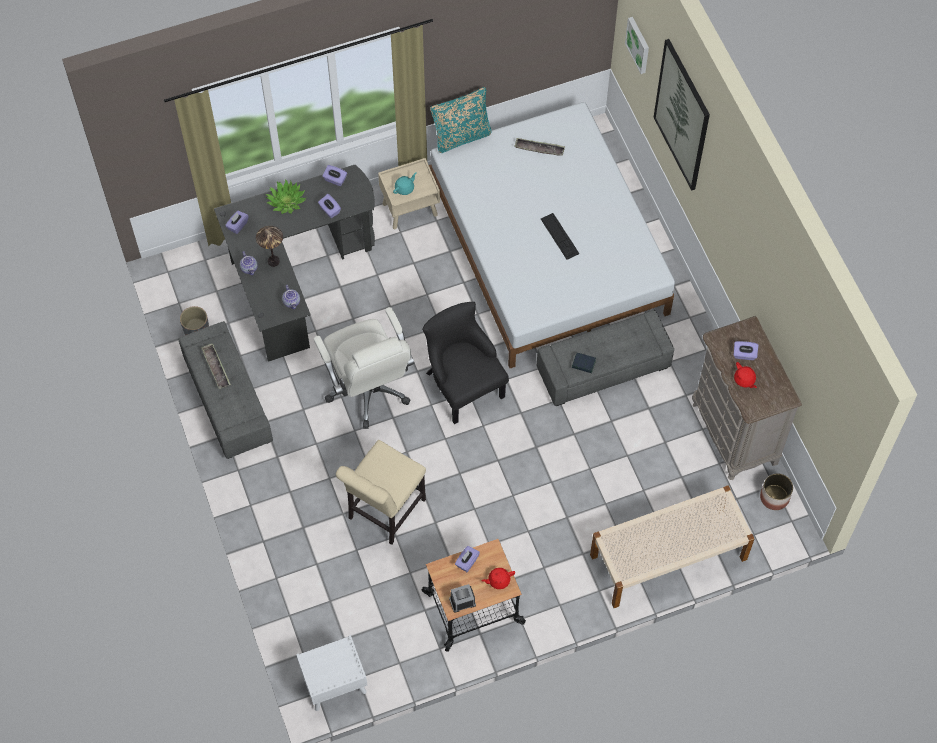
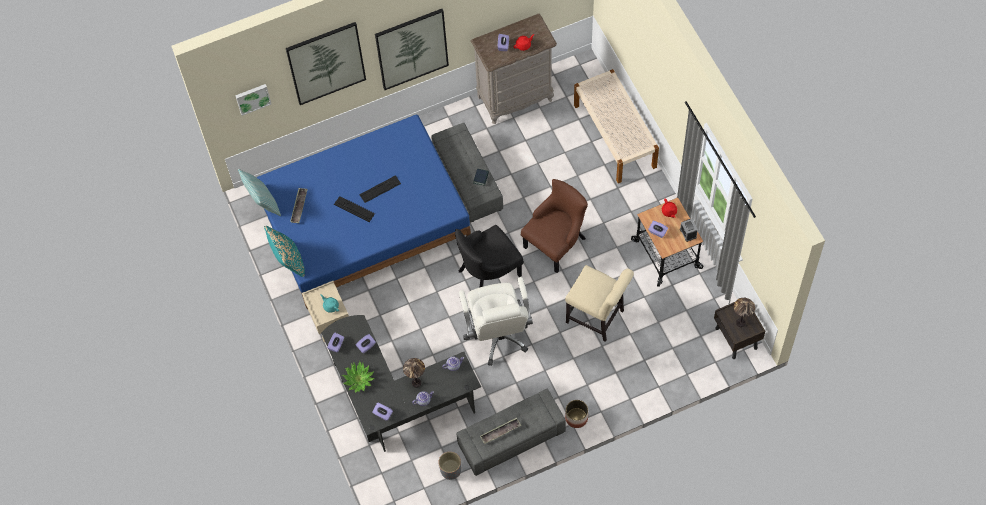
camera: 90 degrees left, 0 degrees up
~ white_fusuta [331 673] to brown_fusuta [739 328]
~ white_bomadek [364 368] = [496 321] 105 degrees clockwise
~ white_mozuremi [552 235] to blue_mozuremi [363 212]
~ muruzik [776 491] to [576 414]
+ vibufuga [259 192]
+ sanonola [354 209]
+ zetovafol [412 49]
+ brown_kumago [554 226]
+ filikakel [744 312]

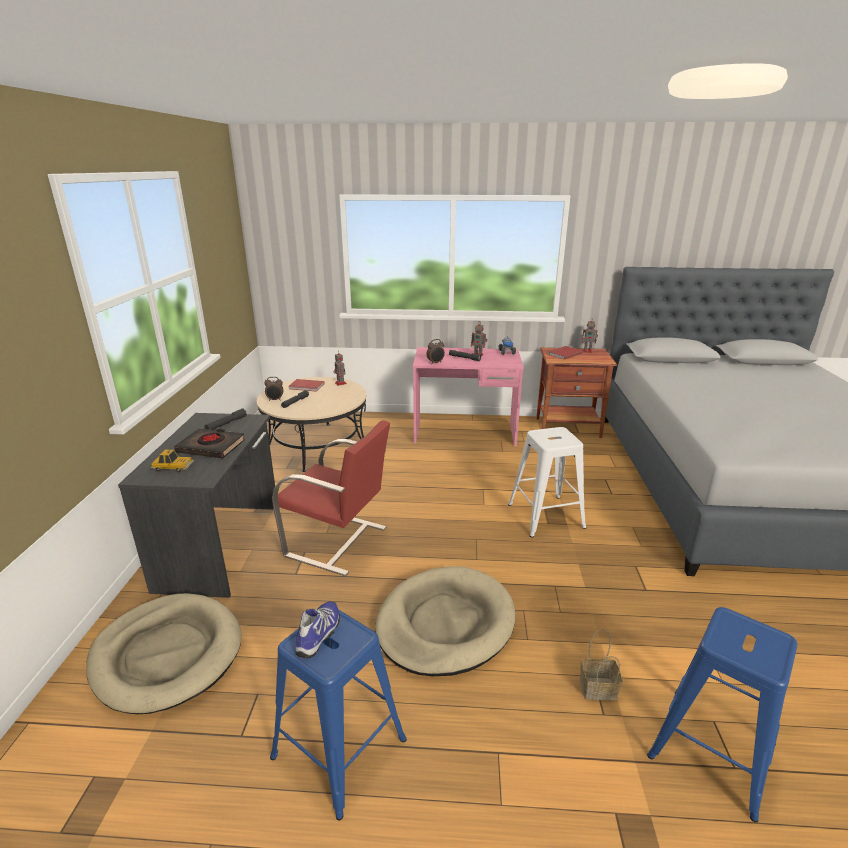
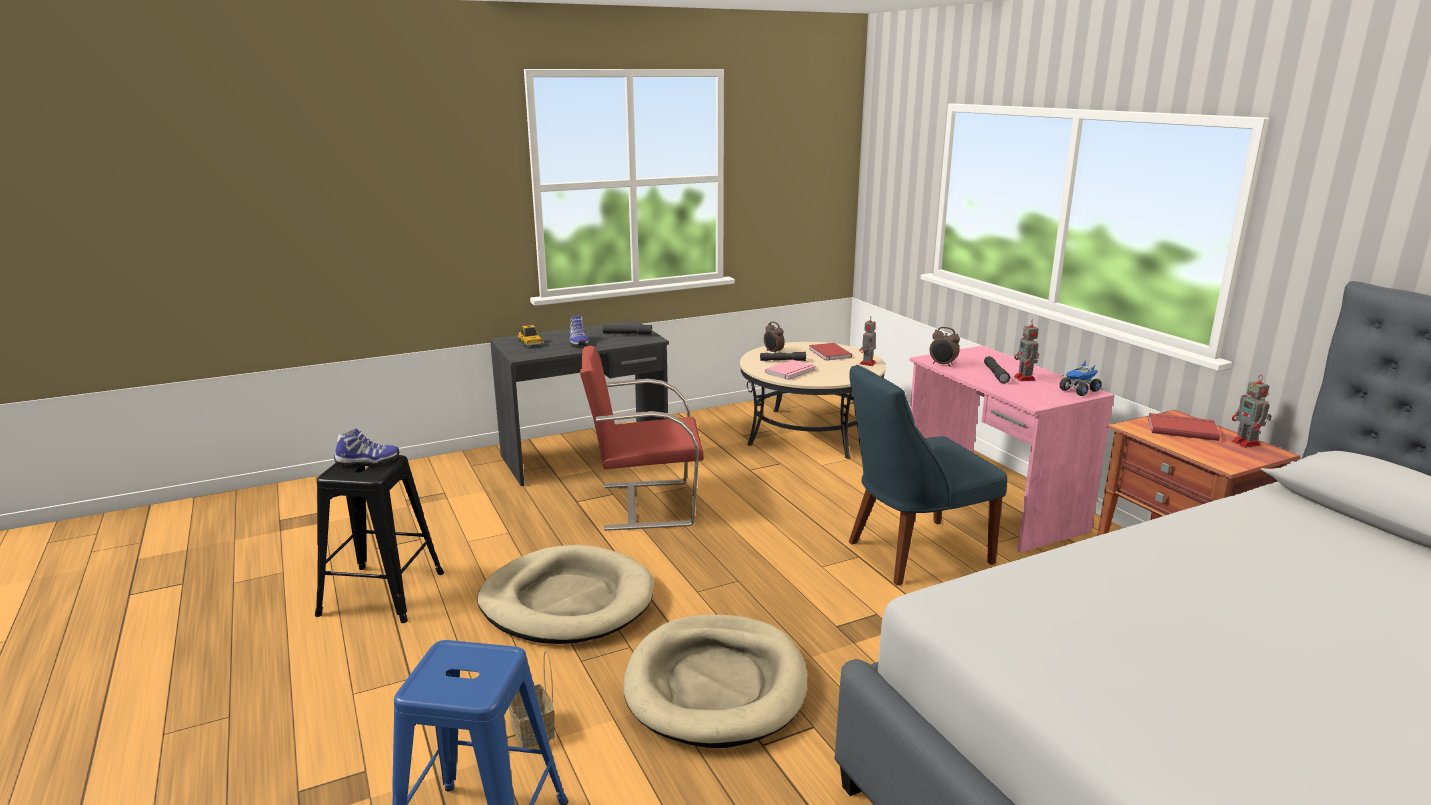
camera: 60 degrees right, 5 degrees down
~ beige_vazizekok [164 653] to [715 681]
~ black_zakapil [209 443] to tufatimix [579 331]
~ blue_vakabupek [338 715] to black_vakabupek [379 539]
~ red_kumago [331 498] = [642 438] 90 degrees clockwise
- white_vakabupek [547 482]
+ pink_zakapil [790 370]
+ blue_kumago [928 475]

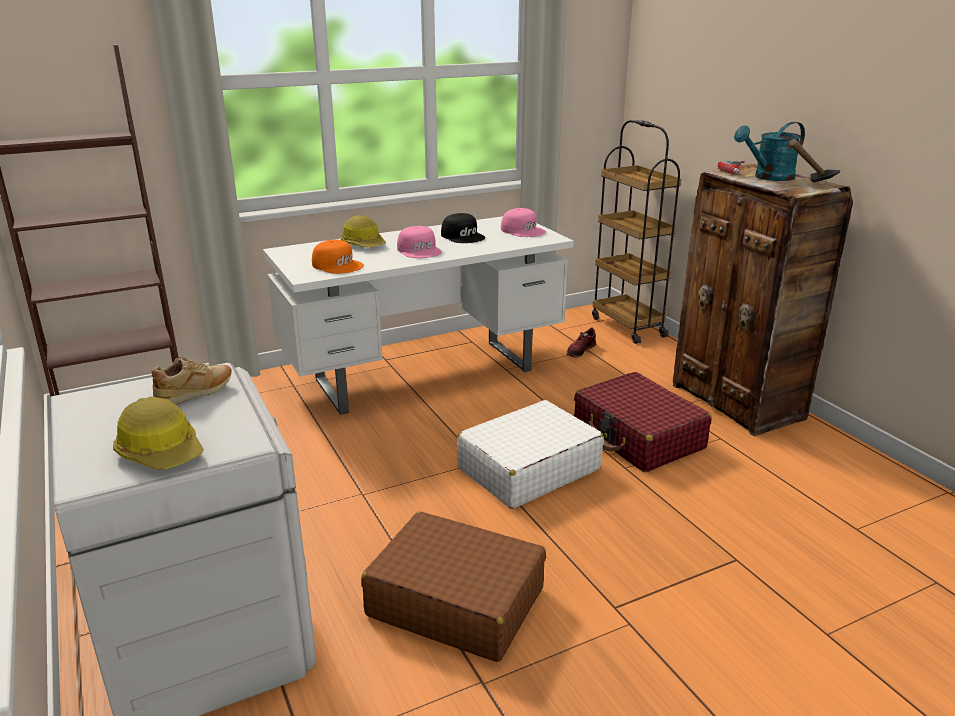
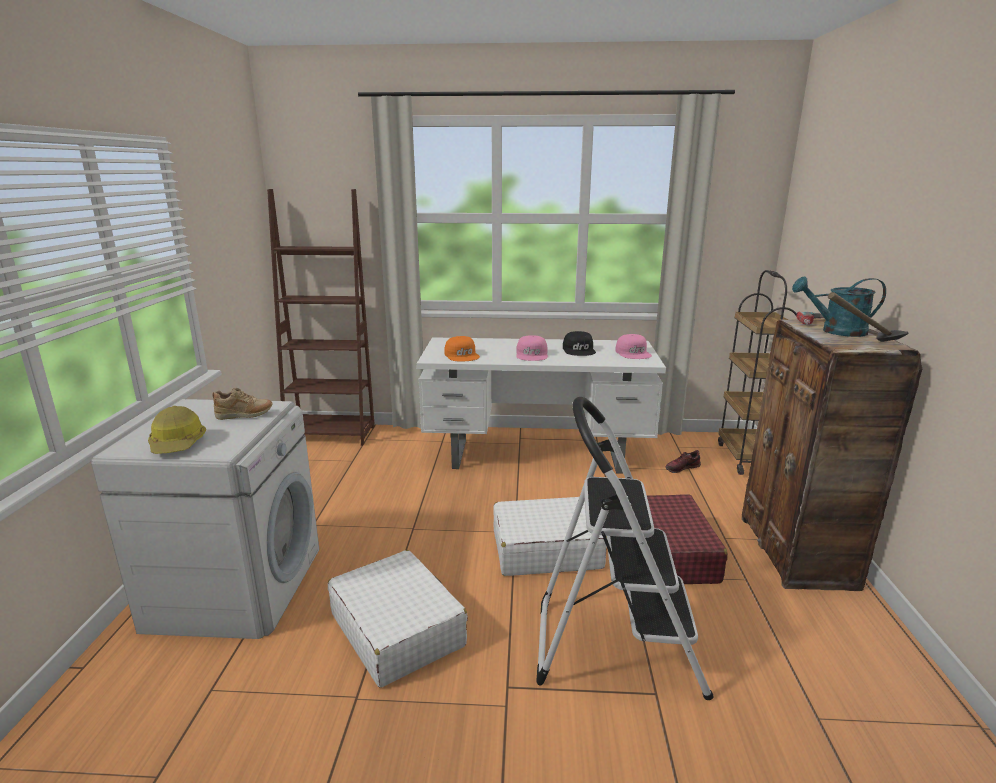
camera: 30 degrees right, 5 degrees down
- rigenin [363 231]
~ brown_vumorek [453 586] to white_vumorek [398 619]
+ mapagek [625 548]

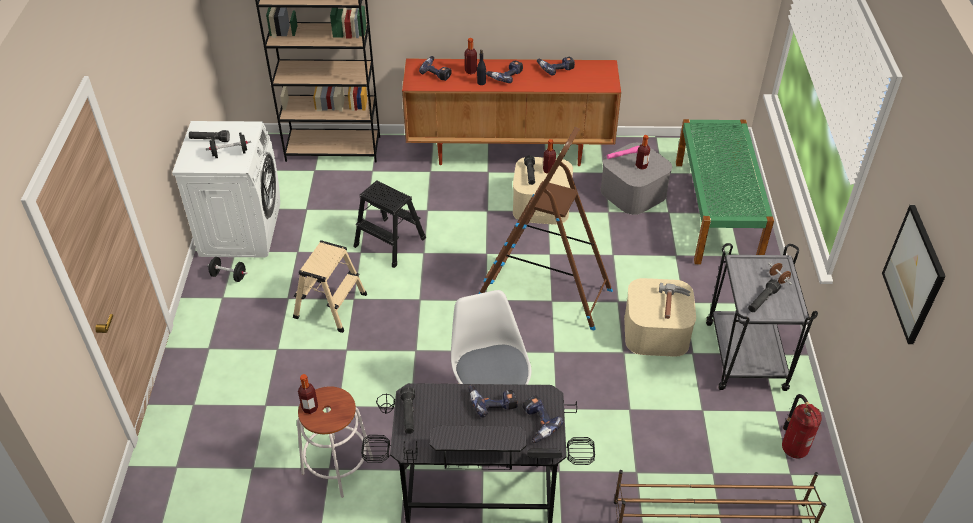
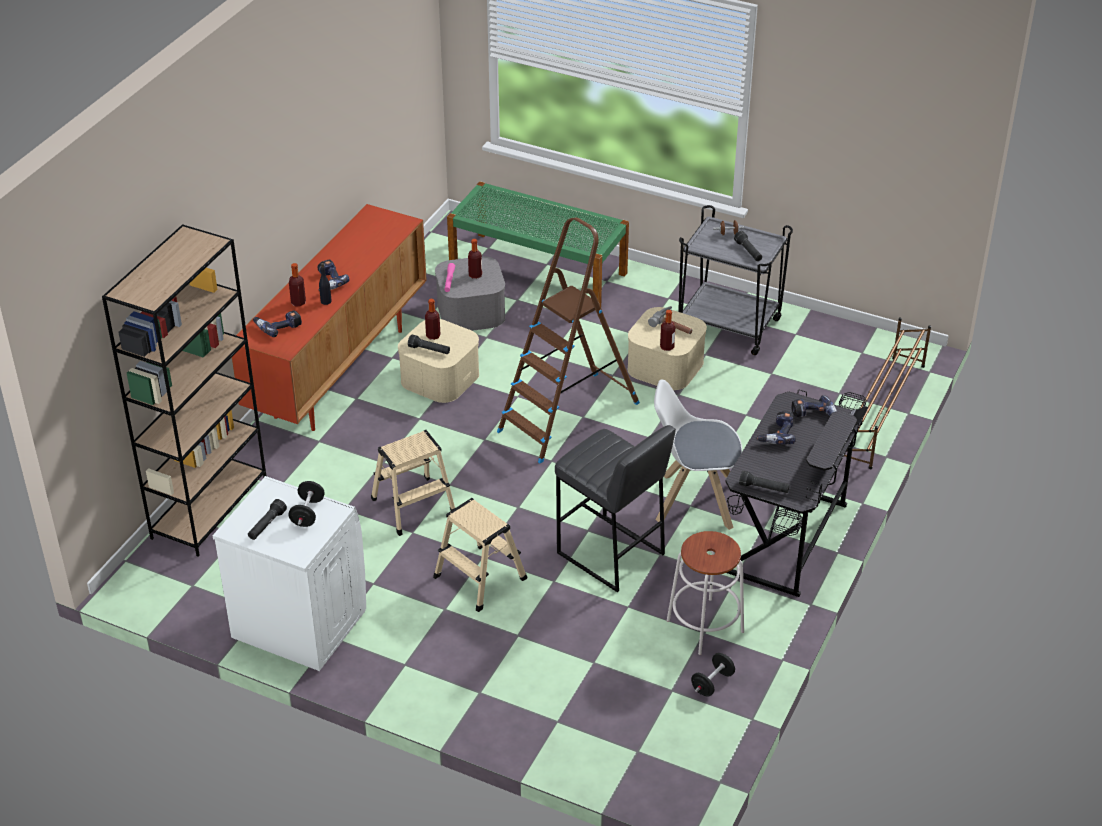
camera: 65 degrees left, 5 degrees down
~ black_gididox [227 269] to [713 674]
~ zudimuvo [308 394] to [667 330]
~ black_mapagek [390 224] to beige_mapagek [413 483]
- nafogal [556 66]
- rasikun [802 426]
- zetovafol [914 274]
+ grey_vakabupek [615 508]

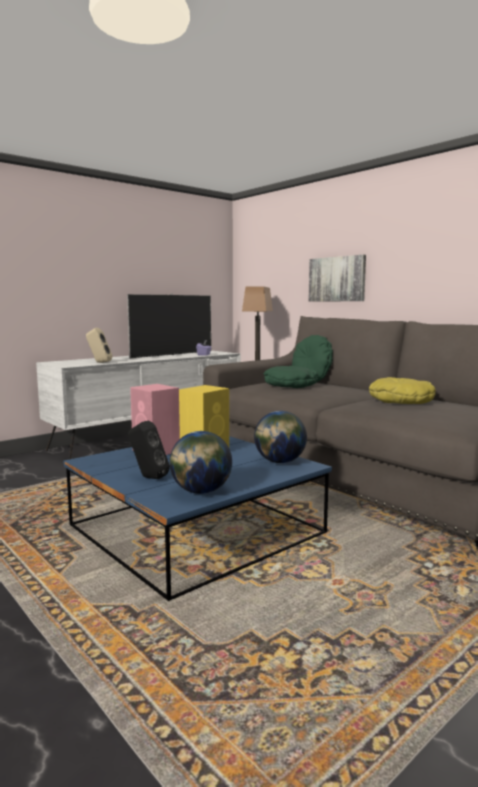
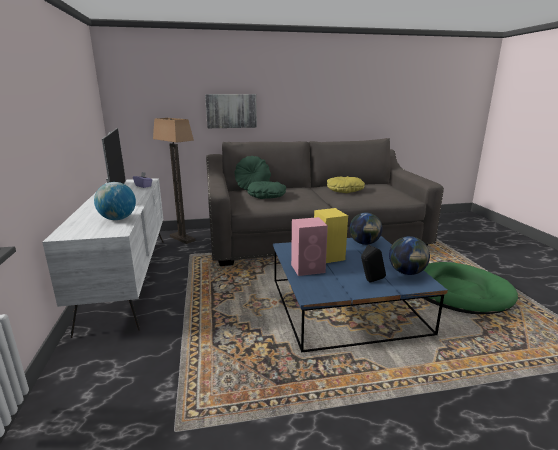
camera: 60 degrees left, 10 degrees up
~ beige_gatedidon [99 345] to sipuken [115 201]
+ green_vazizekok [470 288]

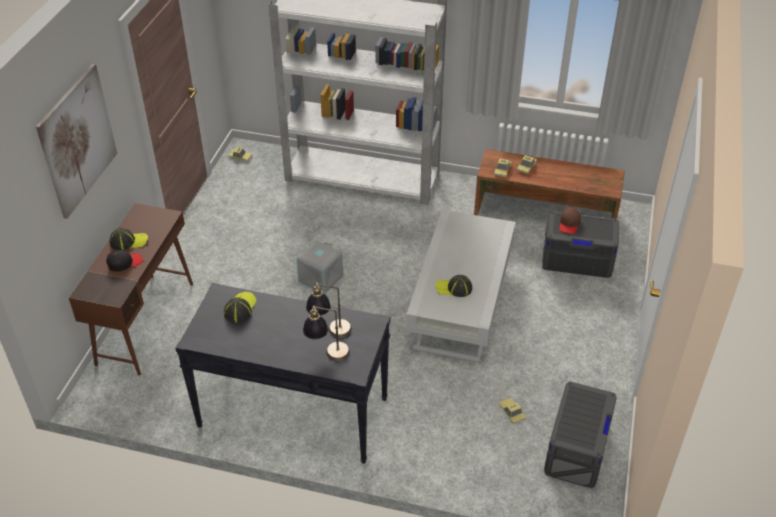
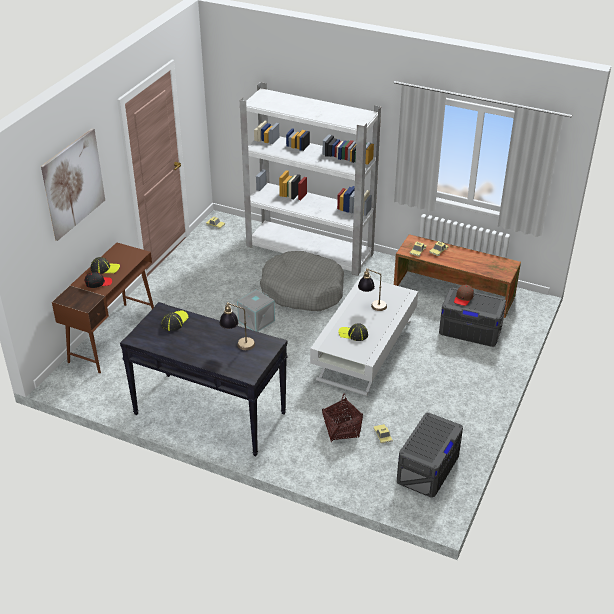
camera: 10 degrees right, 5 degrees down
~ filikakel [326 333] to [372 289]
+ grey_vazizekok [302 281]
+ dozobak [342 417]

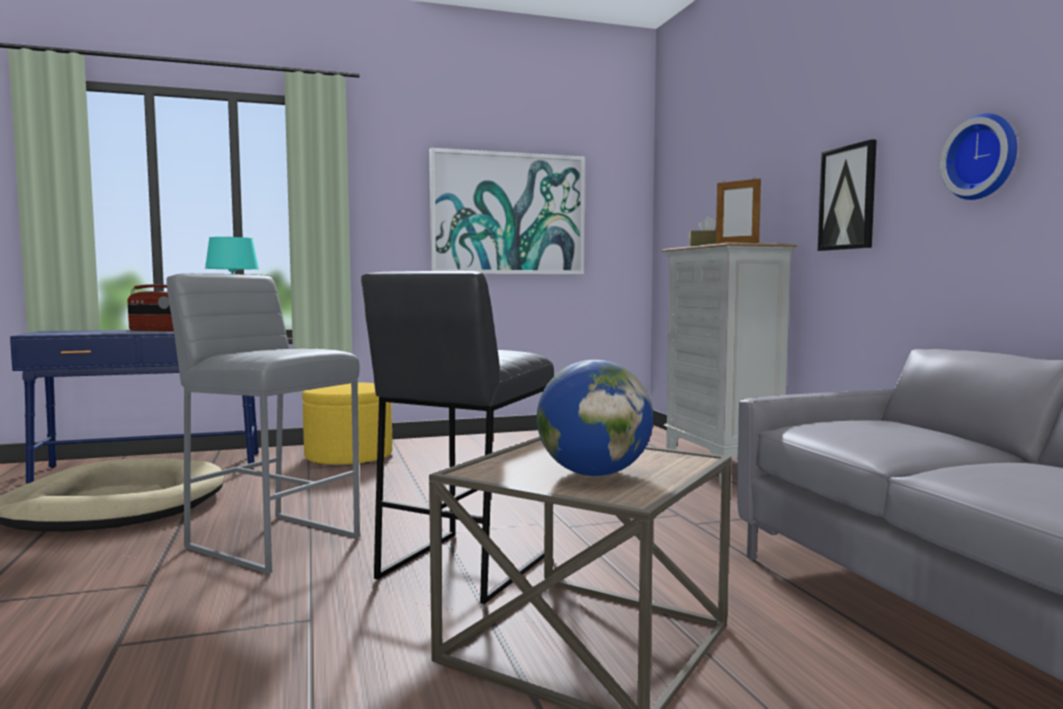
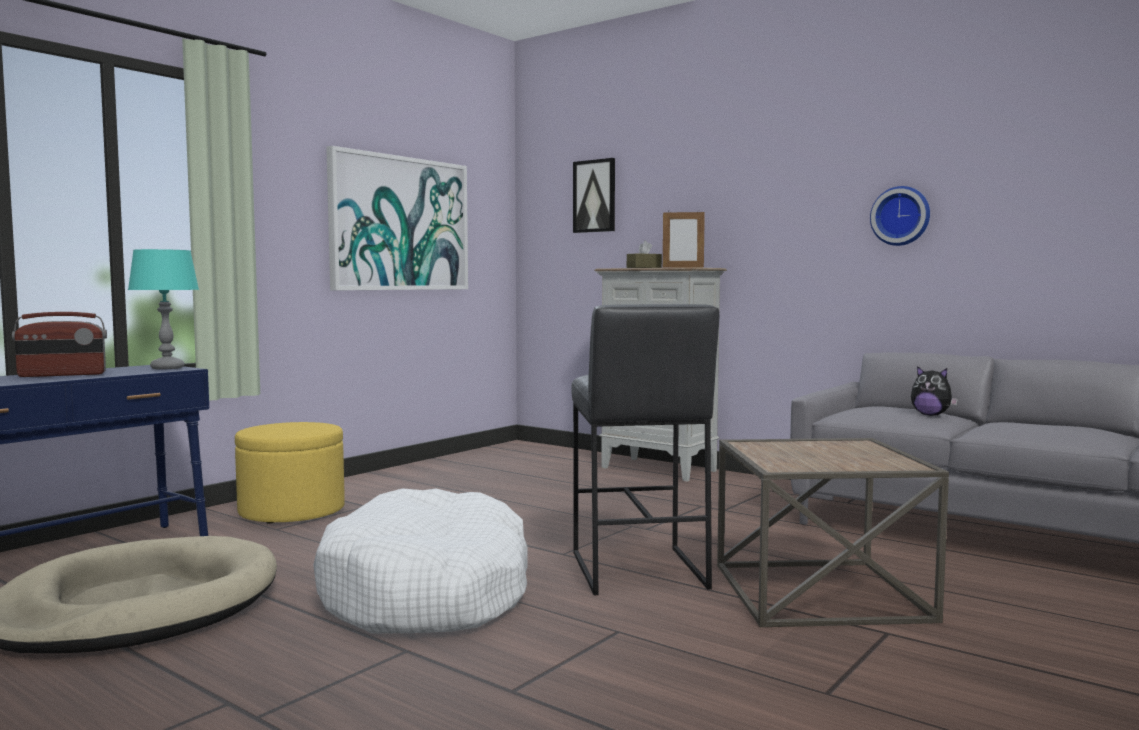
camera: 35 degrees left, 0 degrees up
~ grey_vakabupek [263 424] to white_vazizekok [420 561]
- sipuken [595 418]
~ zetovafol [847 195] to [594 195]
+ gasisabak [934 391]

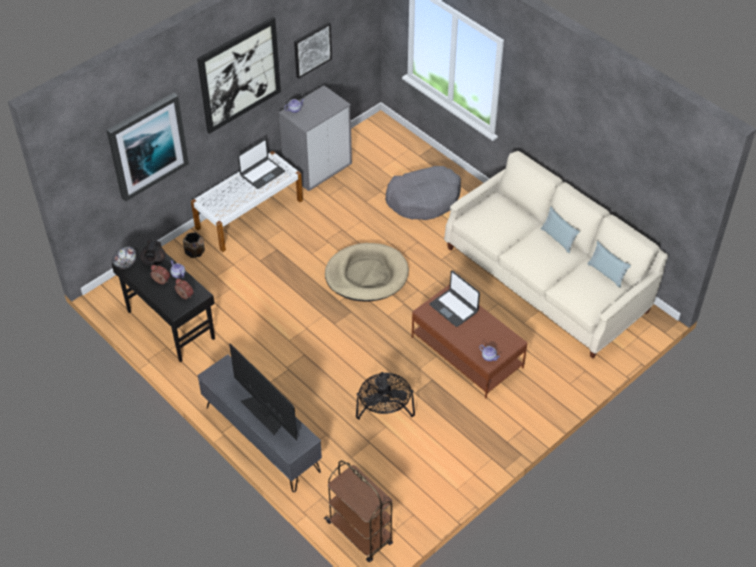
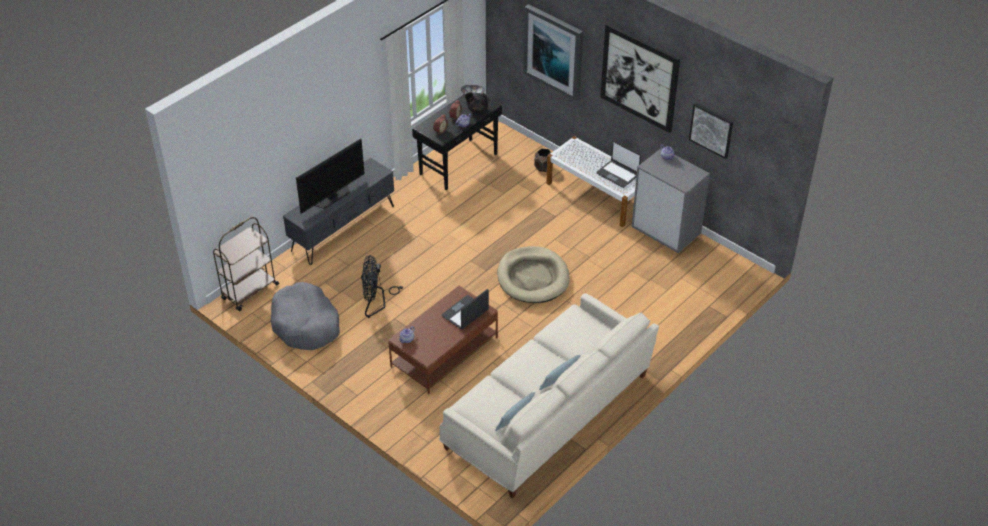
camera: 85 degrees right, 5 degrees down
~ grey_vazizekok [423 193] to [305 316]

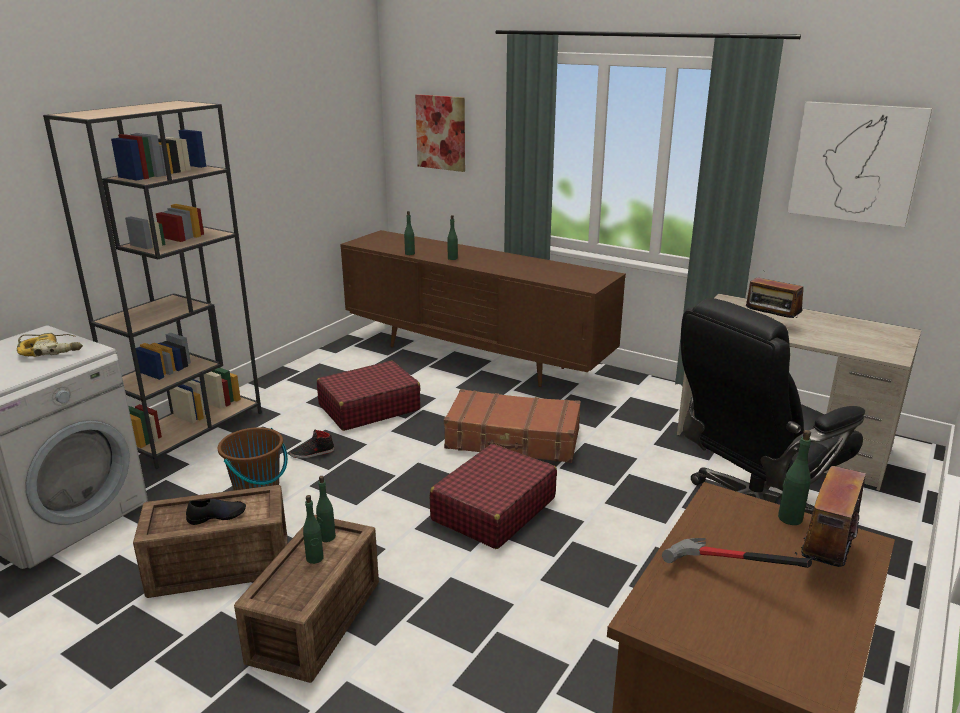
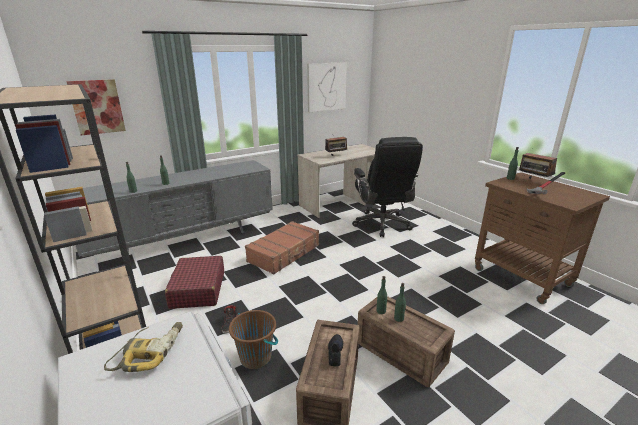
camera: 65 degrees left, 0 degrees up
~ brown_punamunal [483 308] to grey_punamunal [174 208]
- red_vumorek [493 496]

